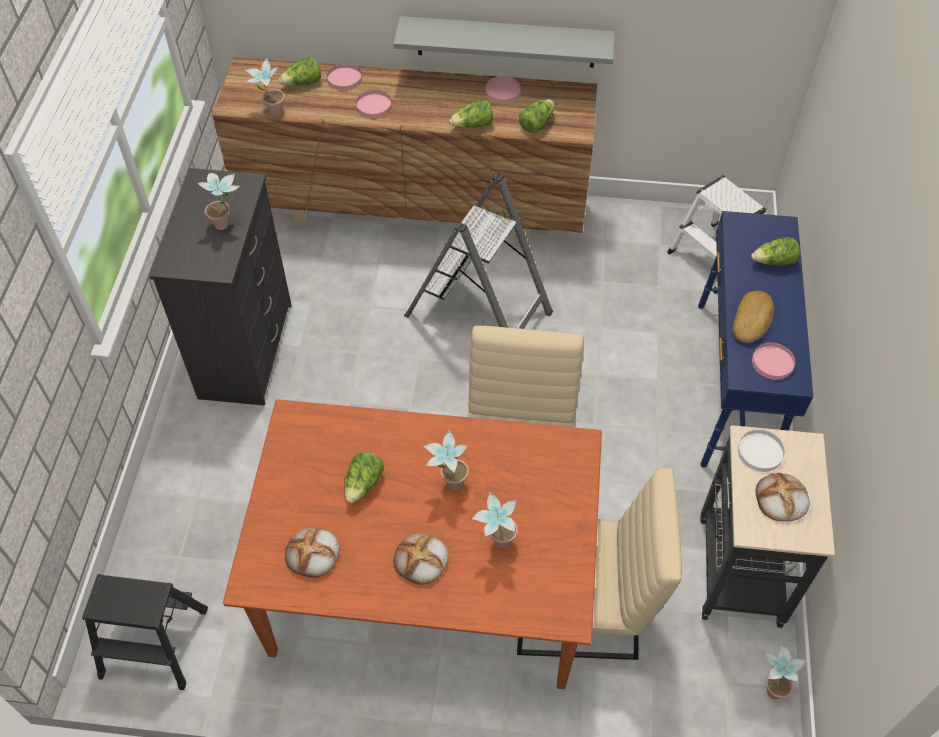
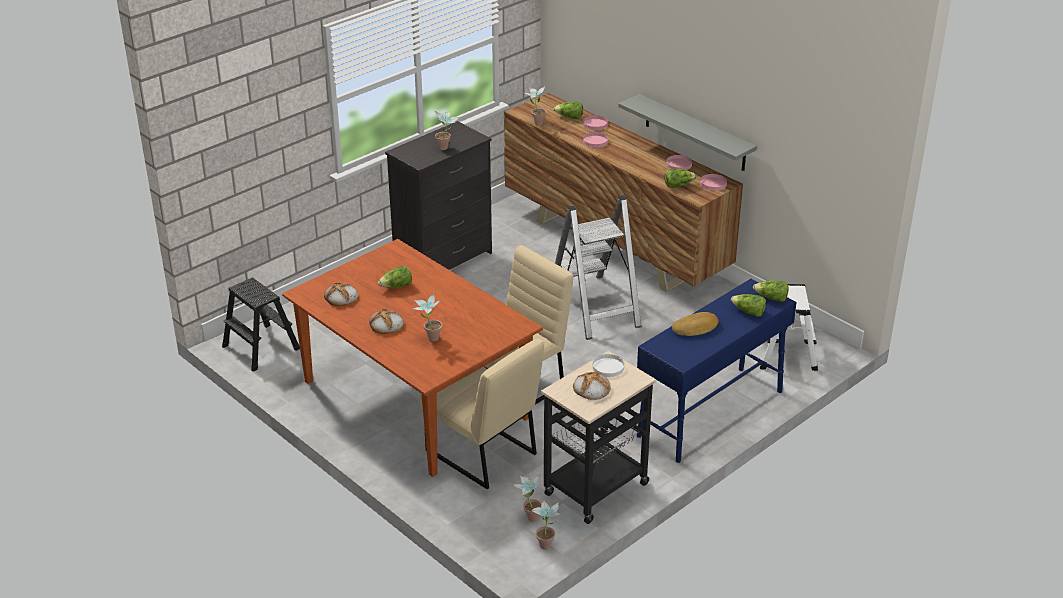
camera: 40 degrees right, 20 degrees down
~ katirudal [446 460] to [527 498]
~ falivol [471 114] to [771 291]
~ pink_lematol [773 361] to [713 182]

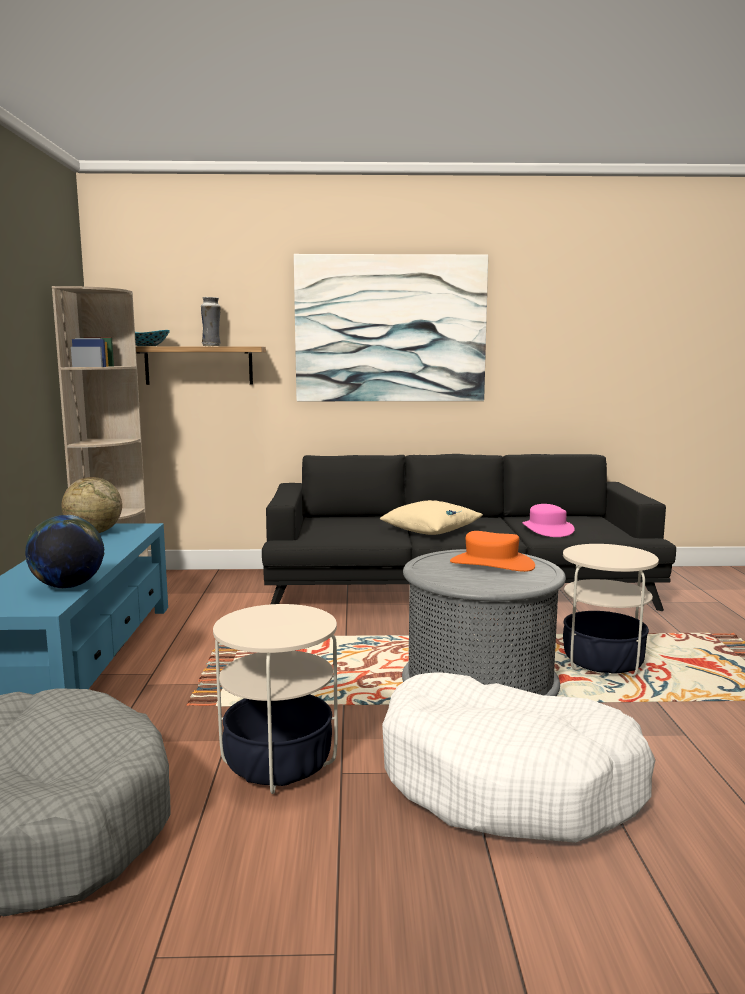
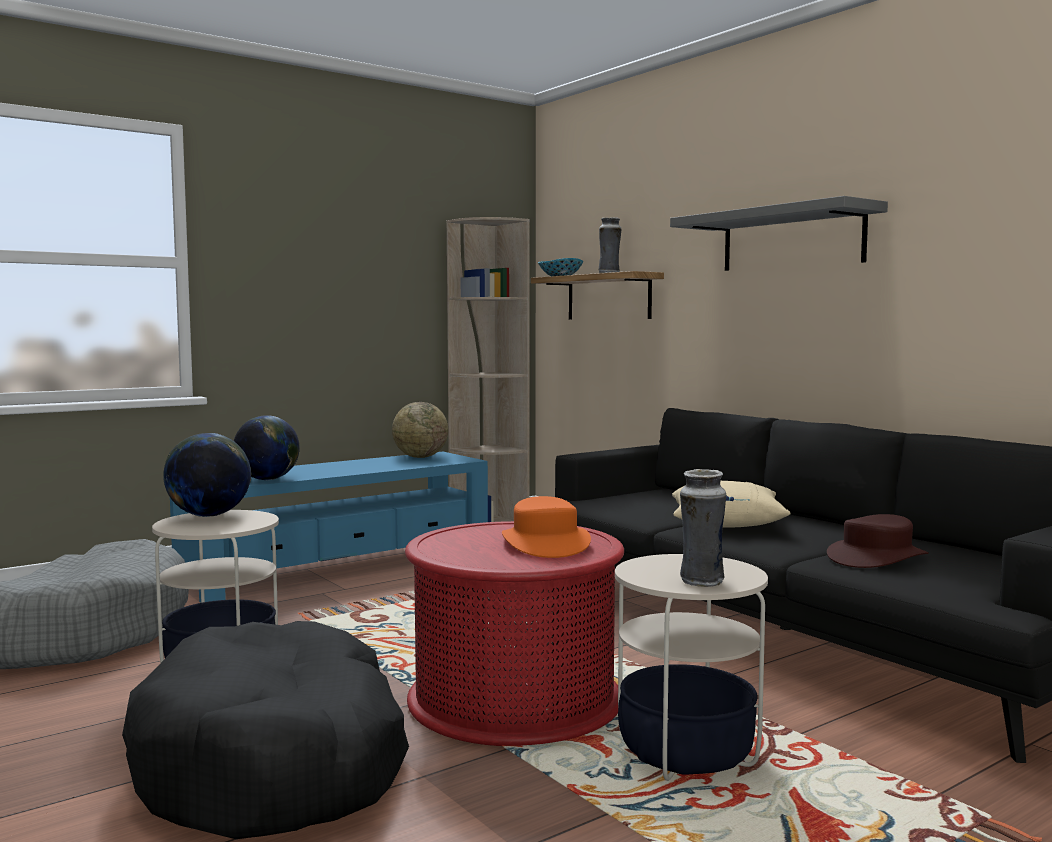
camera: 55 degrees right, 5 degrees down
~ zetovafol [391 327] to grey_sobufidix [779 233]
~ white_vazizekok [518 757] to black_vazizekok [265 730]
~ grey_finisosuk [484 622] to red_finisosuk [514 633]
~ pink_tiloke [548 520] to brown_tiloke [878 541]
+ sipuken [207 475]
+ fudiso [703 528]

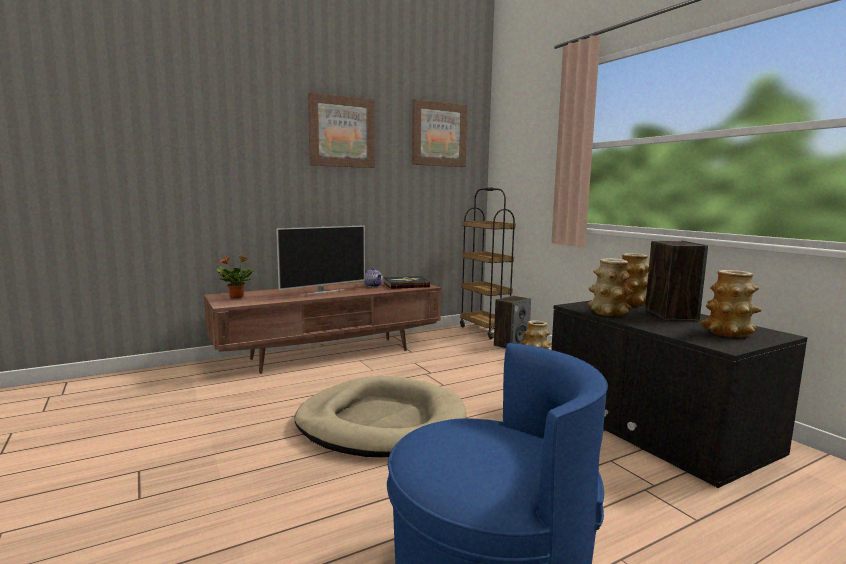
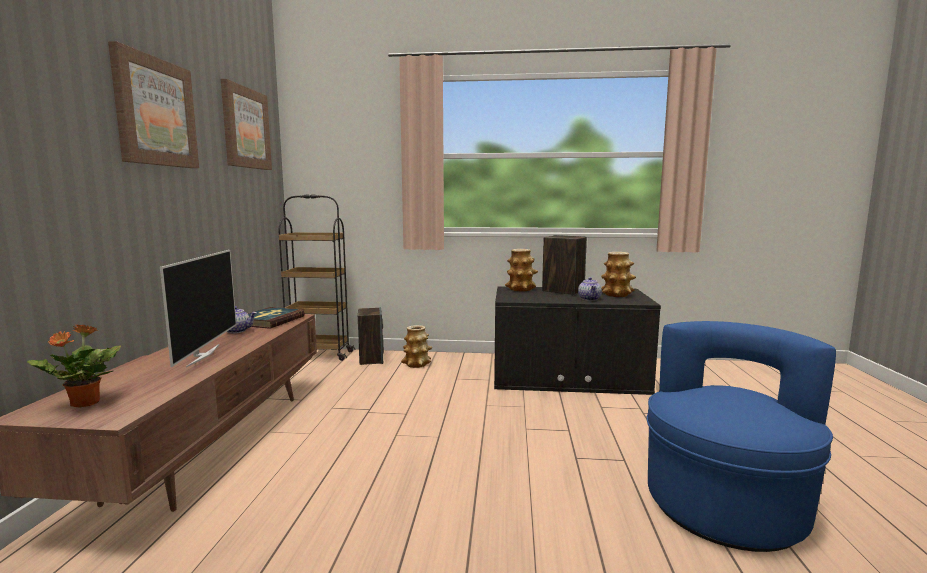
camera: 55 degrees left, 0 degrees up
- beige_vazizekok [380 416]
- fudiso [610 287]
+ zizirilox [590 289]

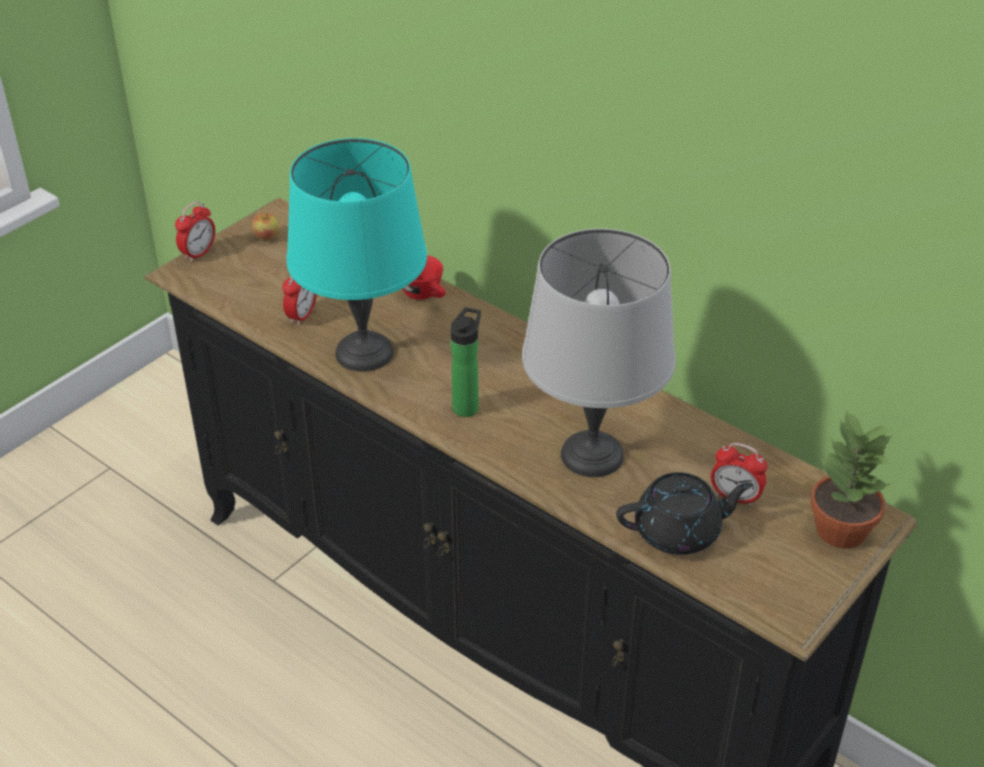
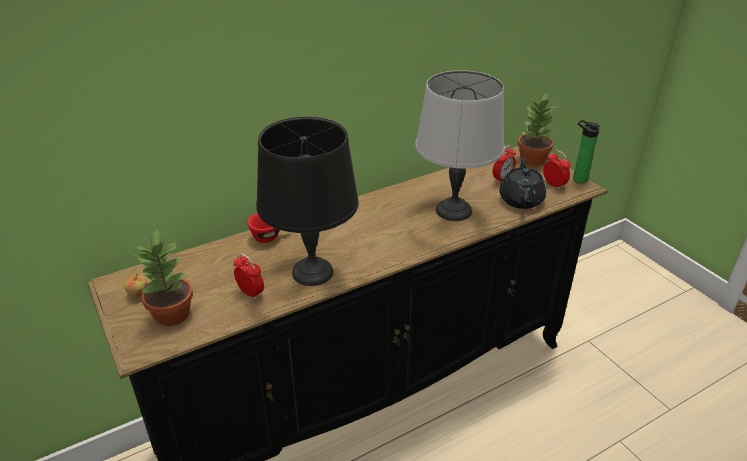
camera: 70 degrees left, 5 degrees down
~ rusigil [195 231] to [557 170]
~ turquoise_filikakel [357 255] to black_filikakel [307 201]
~ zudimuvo [465 362] to [586 151]
+ katirudal [163 277]

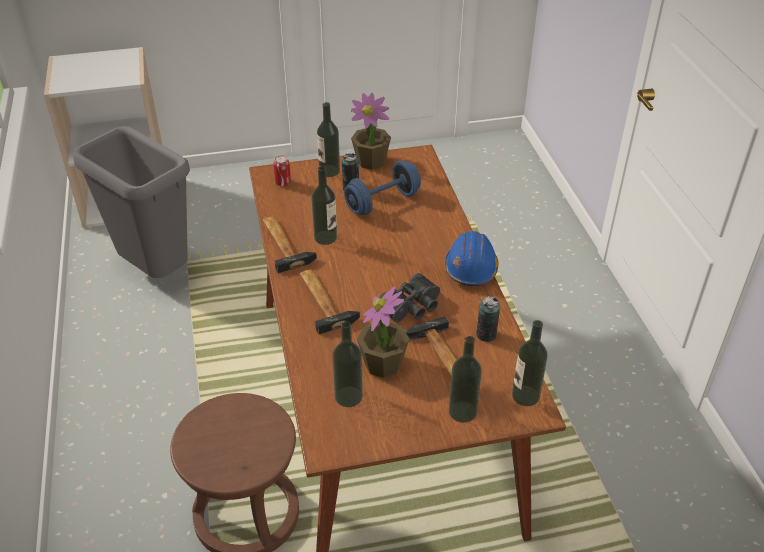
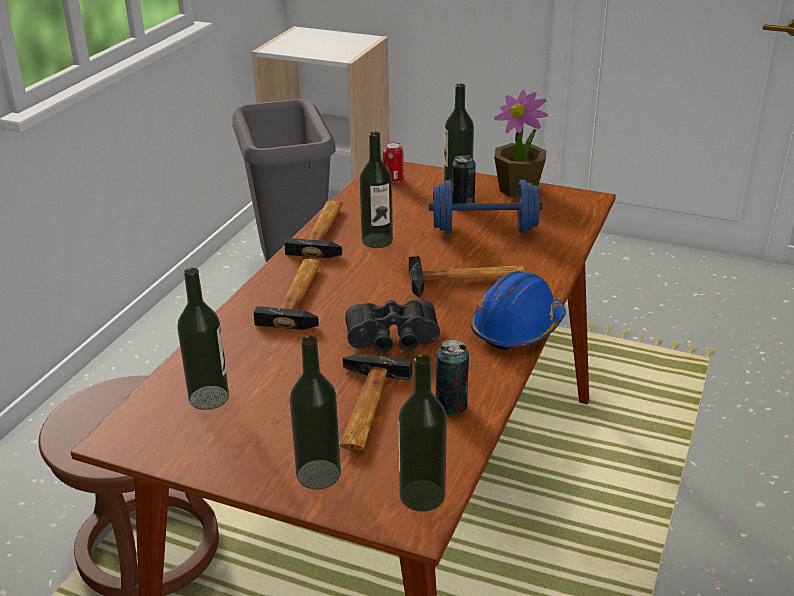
camera: 35 degrees right, 10 degrees down
- katirudal [383 332]
+ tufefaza [467 276]

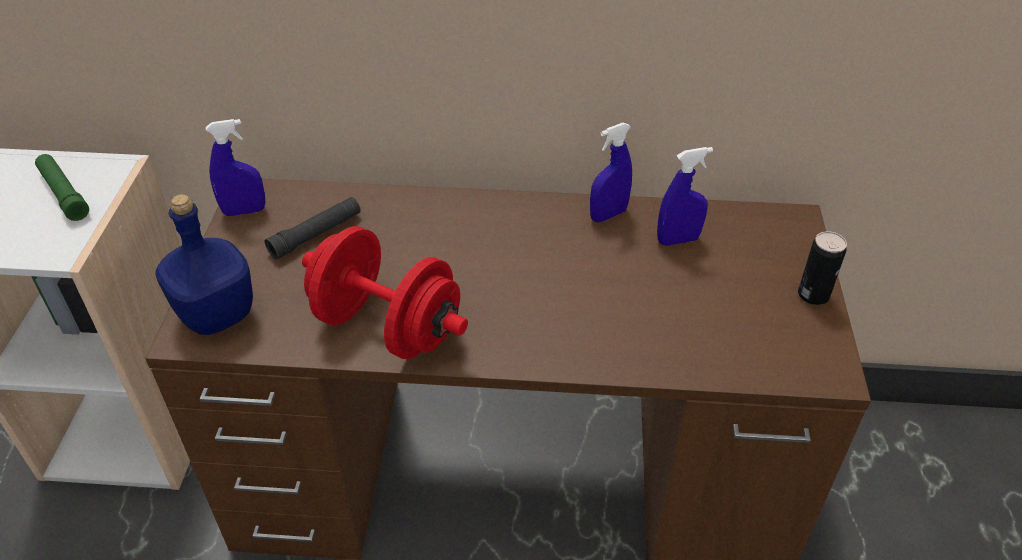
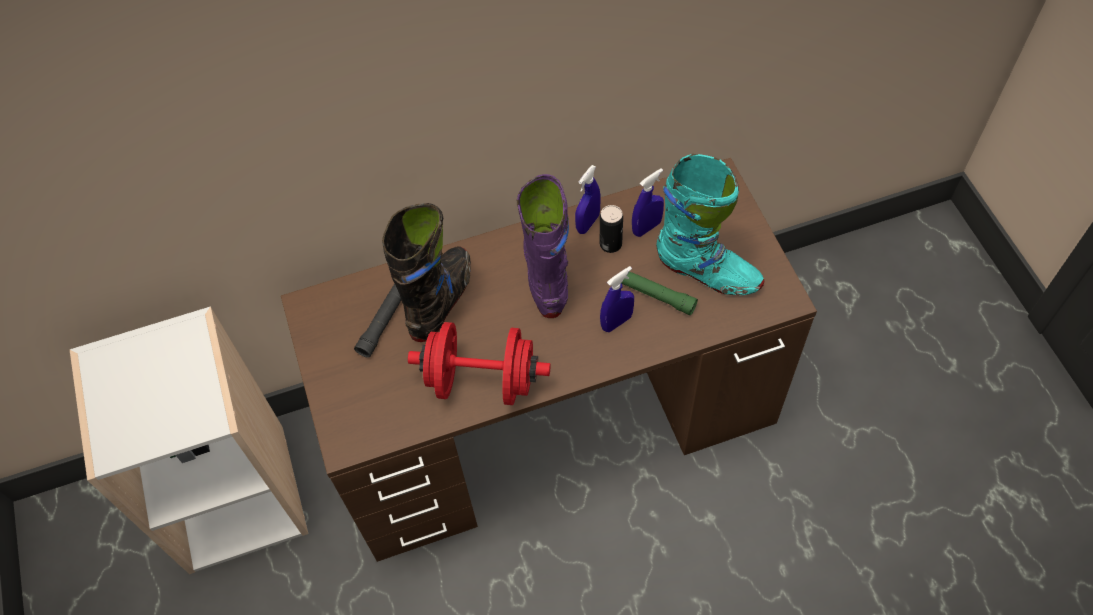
camera: 20 degrees left, 15 degrees up
~ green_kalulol [62 187] to [660 293]
- blue_zudimuvo [204 264]
~ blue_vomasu [235 167] to [617 299]
~ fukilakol [822 268] to [611 229]
+ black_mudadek [426 272]
+ purple_mudadek [543 246]
+ turquoise_mudadek [710 224]

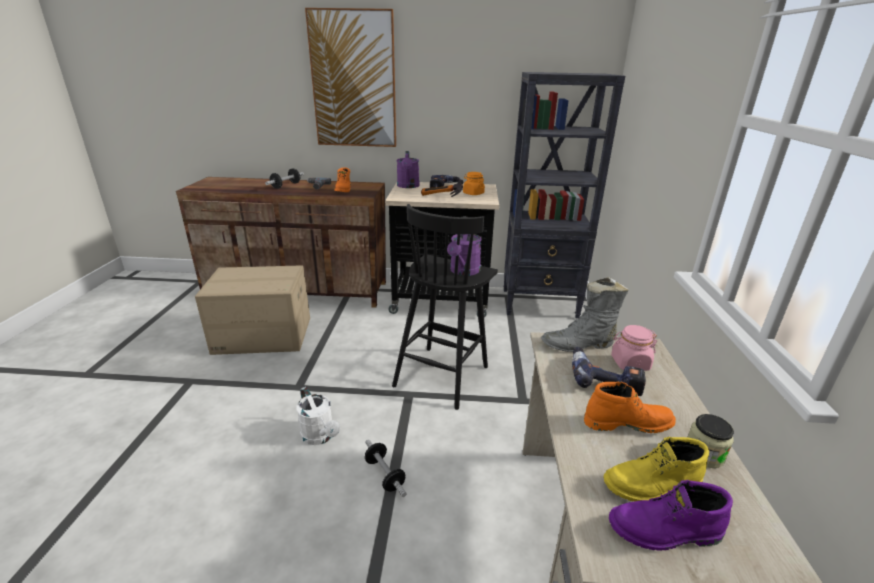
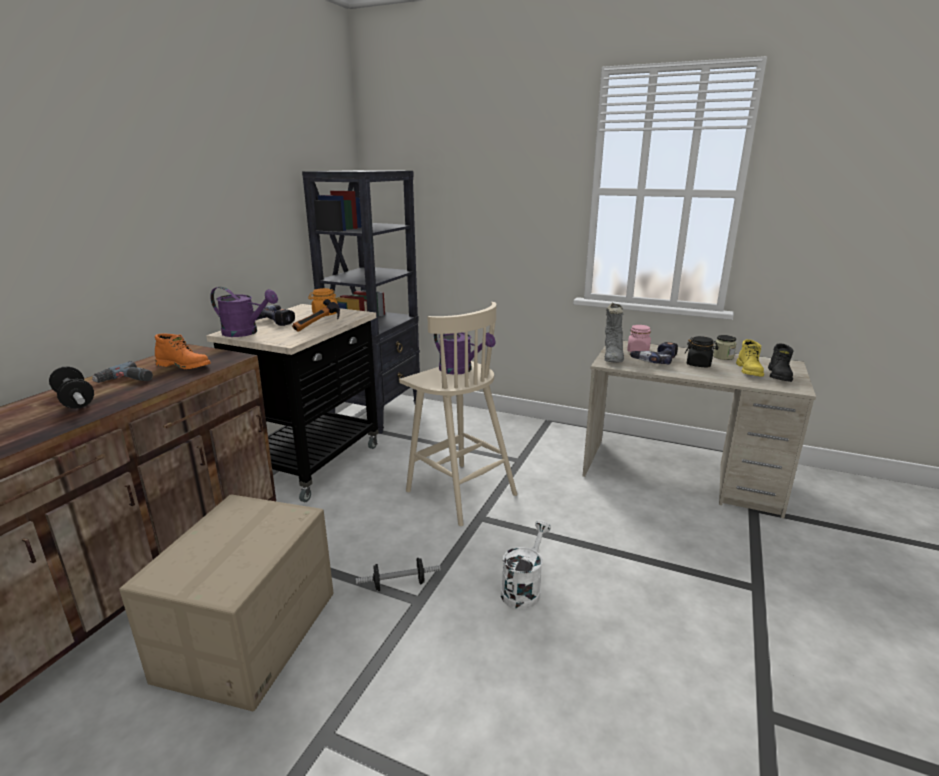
camera: 70 degrees left, 5 degrees down
~ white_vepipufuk [318 416] = [526 565] 45 degrees counterclockwise
- zetovafol [350 77]
~ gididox [386 468] to [398 574]
~ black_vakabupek [445 307] to beige_vakabupek [458 414]
~ orange_mudadek [630 407] to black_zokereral [702 351]
~ purple_mudadek [671 515] to black_mudadek [780 362]

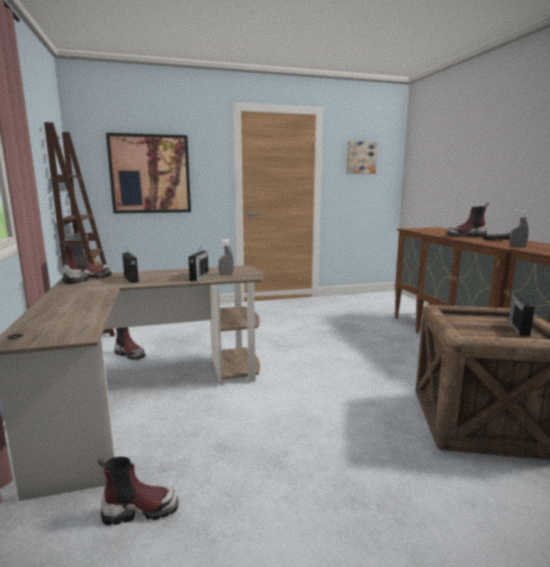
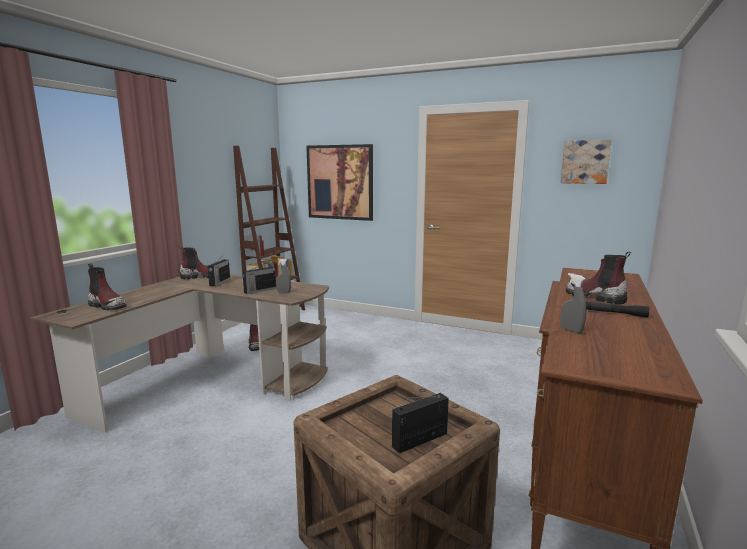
camera: 40 degrees right, 0 degrees up
~ mudadek [137 491] to [107 286]

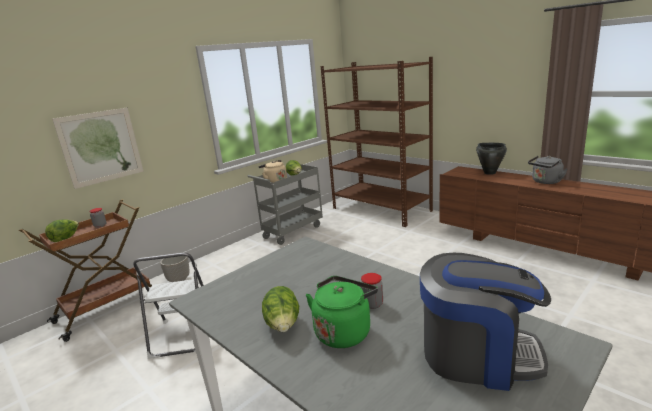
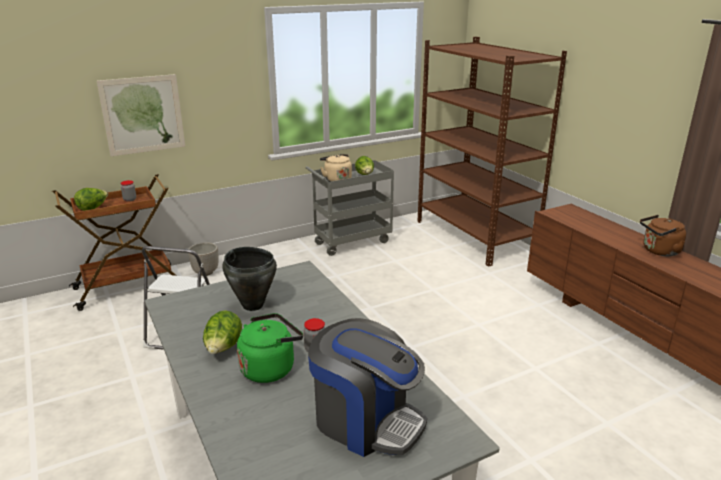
camera: 15 degrees right, 5 degrees up
~ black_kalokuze [491 159] to [249 279]
~ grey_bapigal [547 170] to brown_bapigal [663 235]

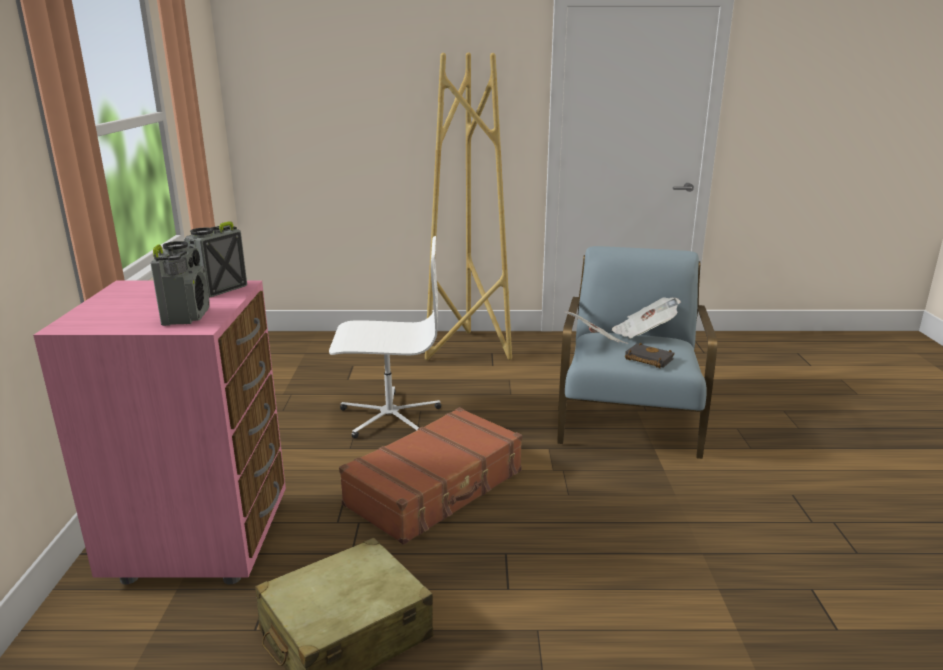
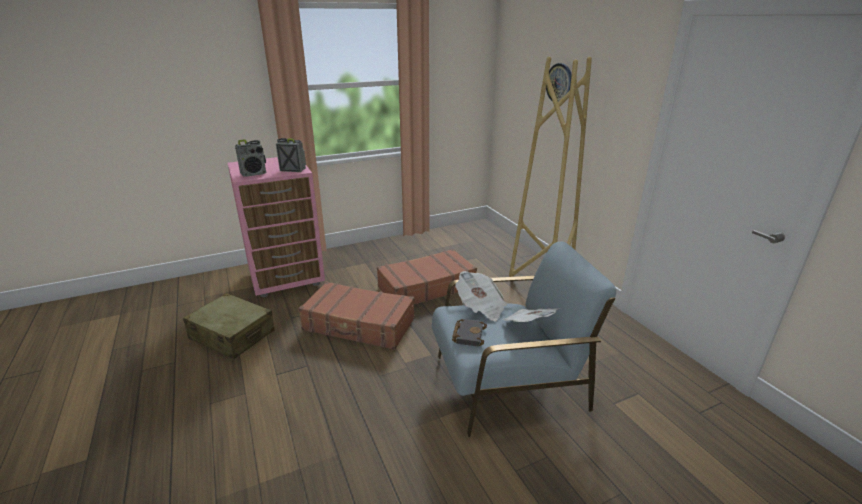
camera: 65 degrees right, 5 degrees up
~ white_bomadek [385 337] to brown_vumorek [427 276]
+ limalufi [559 82]

